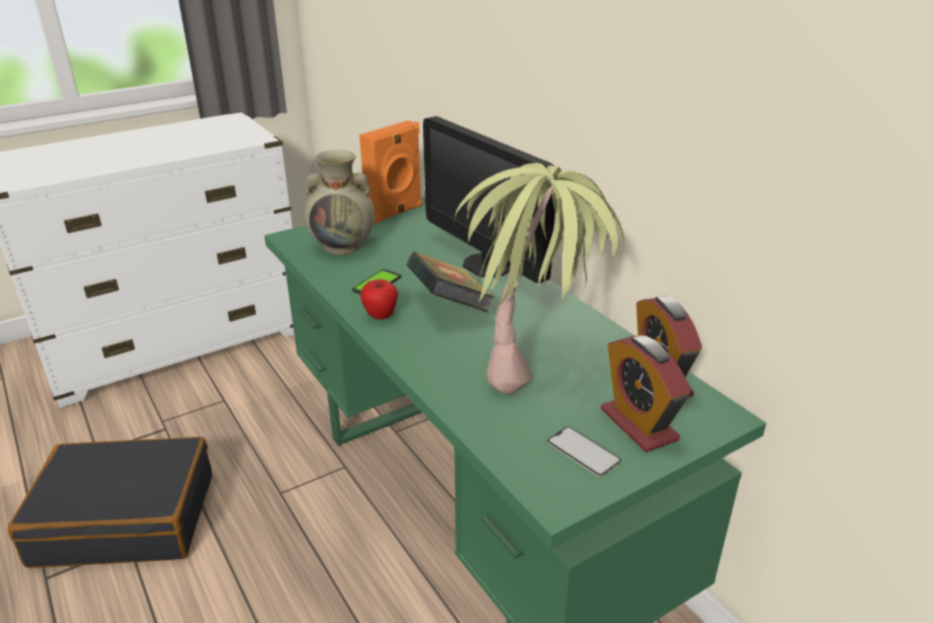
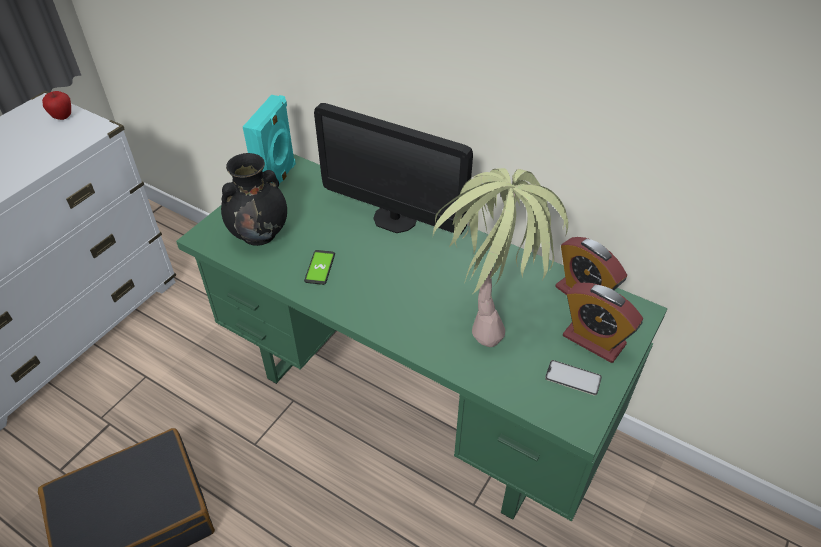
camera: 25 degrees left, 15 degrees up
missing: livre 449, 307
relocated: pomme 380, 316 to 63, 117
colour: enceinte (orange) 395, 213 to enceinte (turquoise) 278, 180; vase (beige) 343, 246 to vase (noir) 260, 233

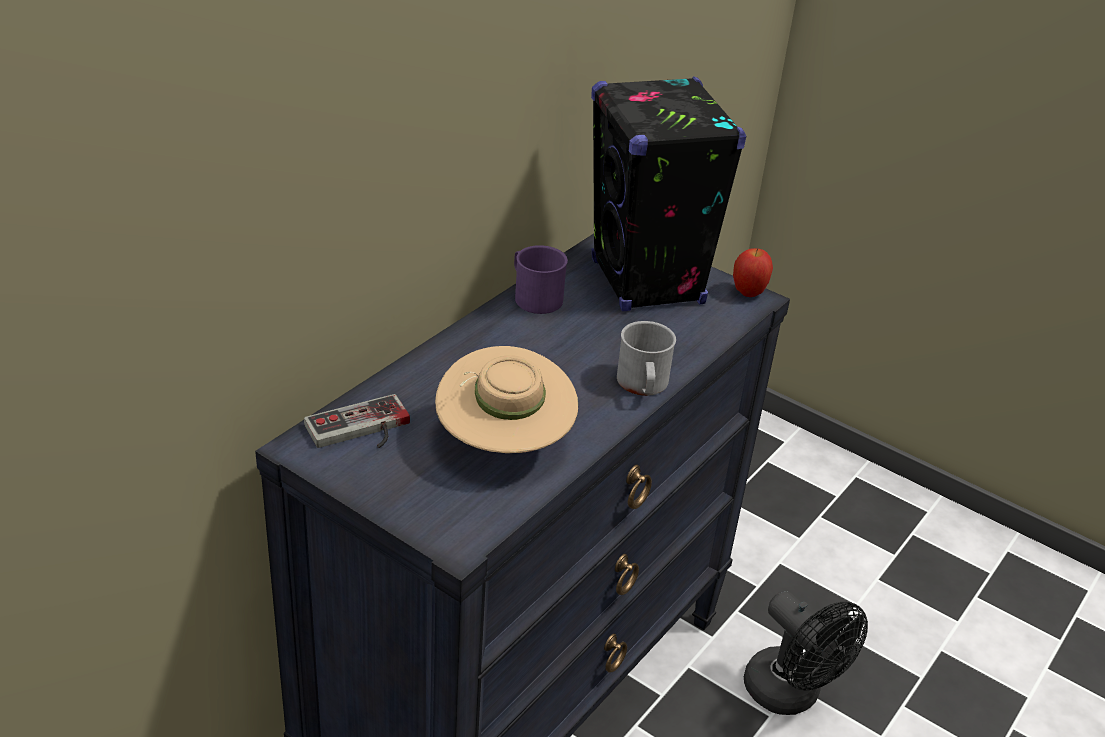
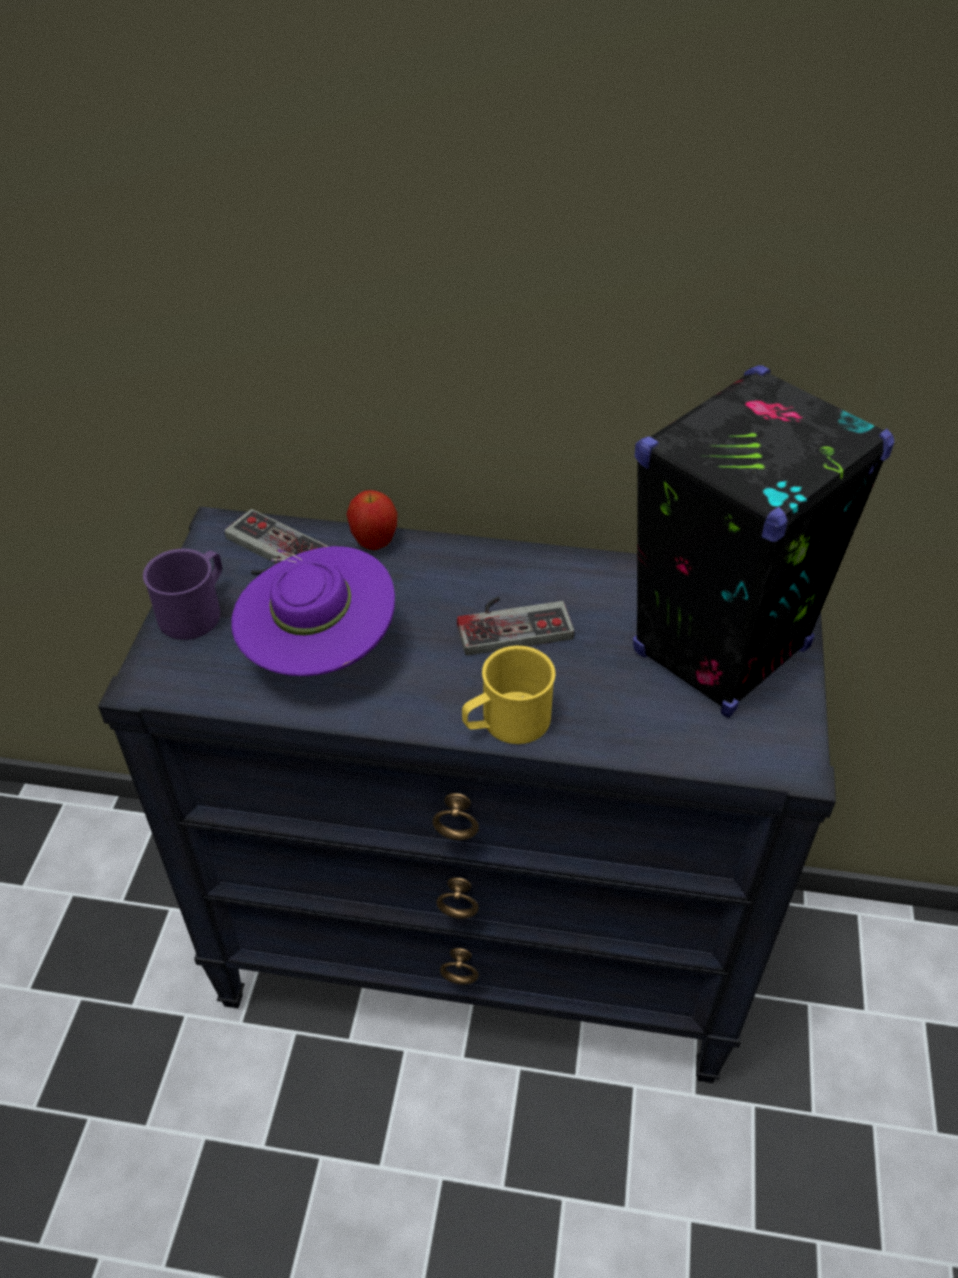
camera: 65 degrees right, 10 degrees up
missing: ventilateur (noir) 791, 695
appeared: manette 512, 622
relocated: mug (violet) 534, 296 to 196, 610; pomme 748, 293 to 374, 543
colour: mug (gris) 643, 386 to mug (jaune) 506, 723; chapeau (beige) 504, 443 to chapeau (violet) 319, 653

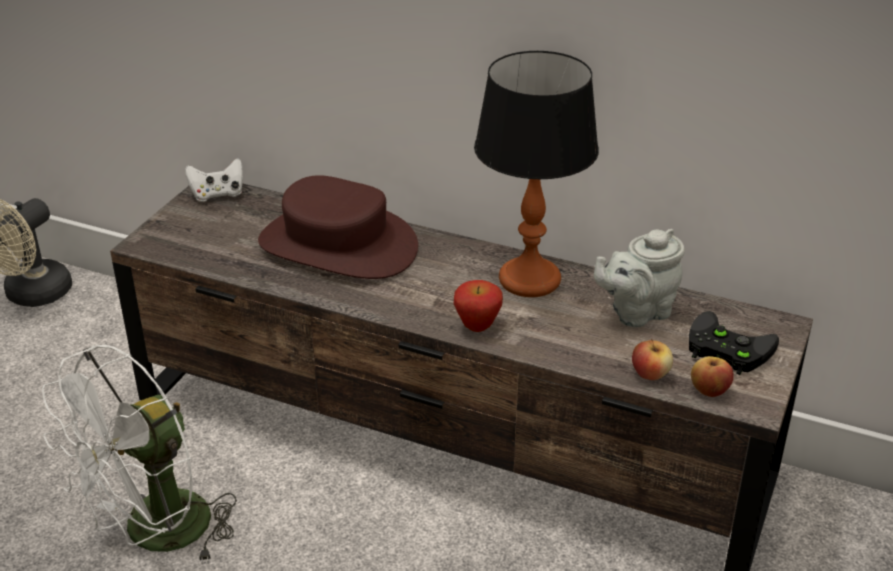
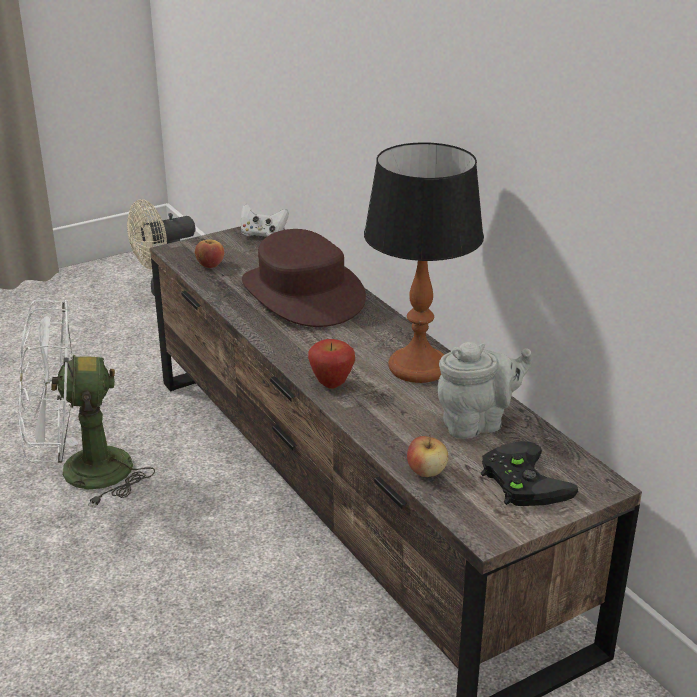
camera: 35 degrees right, 5 degrees down
relocated: pomme 709, 390 to 210, 265
spun: théière (gris) 636, 312 = 477, 423 150 degrees clockwise

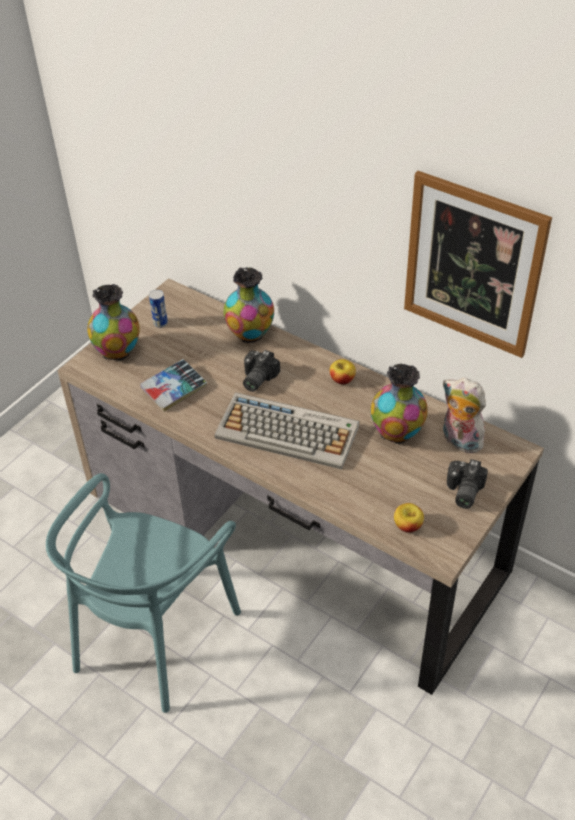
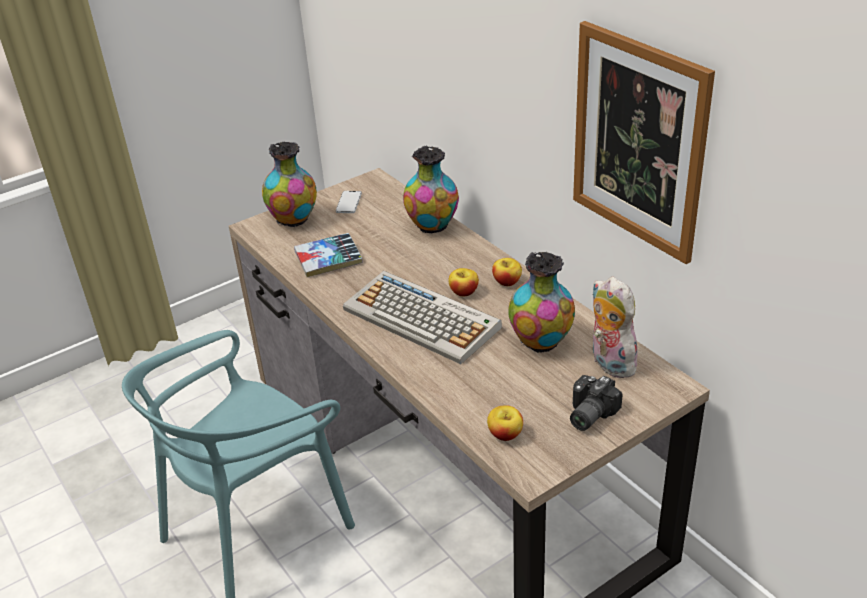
camera: 20 degrees right, 10 degrees down
missing: appareil photo 256, 378
appeared: pomme 464, 292
exchanged: boîte métallique 160, 323 to téléphone 349, 203

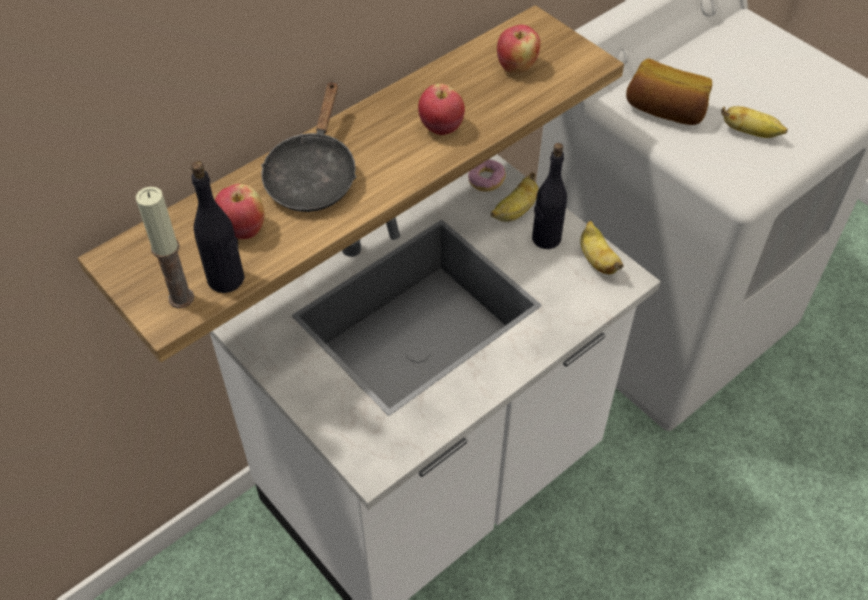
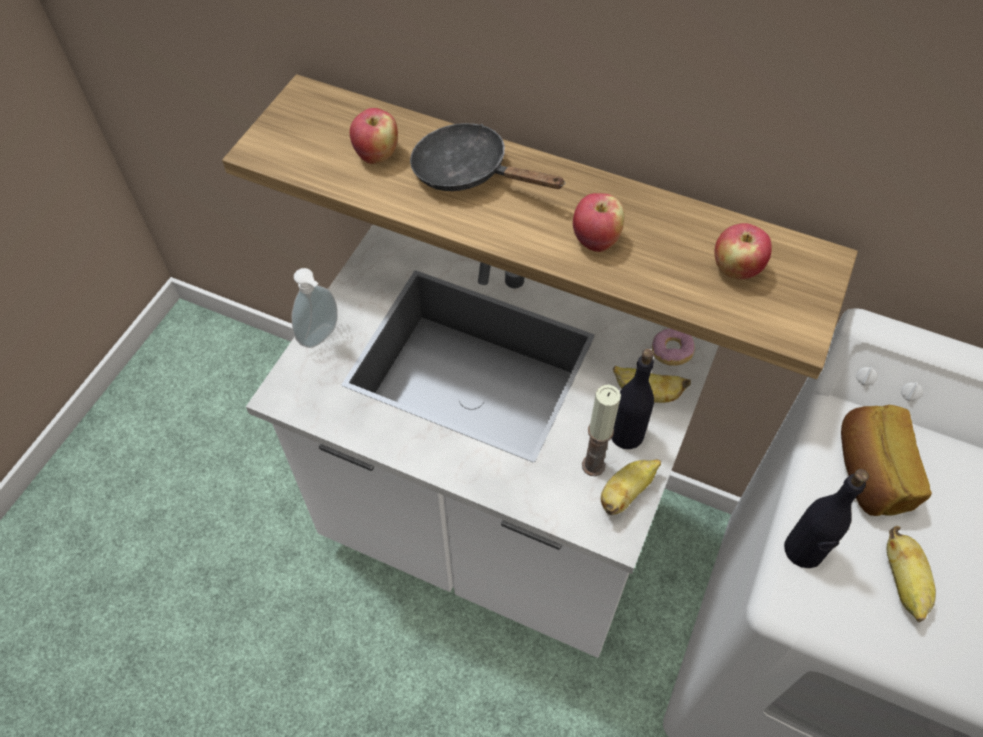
camera: 65 degrees right, 5 degrees up
appeared: distributeur de savon 322, 337
relocated: bouteille (noir) 226, 279 to 803, 550; bougie 181, 298 to 593, 465
spun: poêle (noir) 313, 175 = 468, 172 45 degrees clockwise

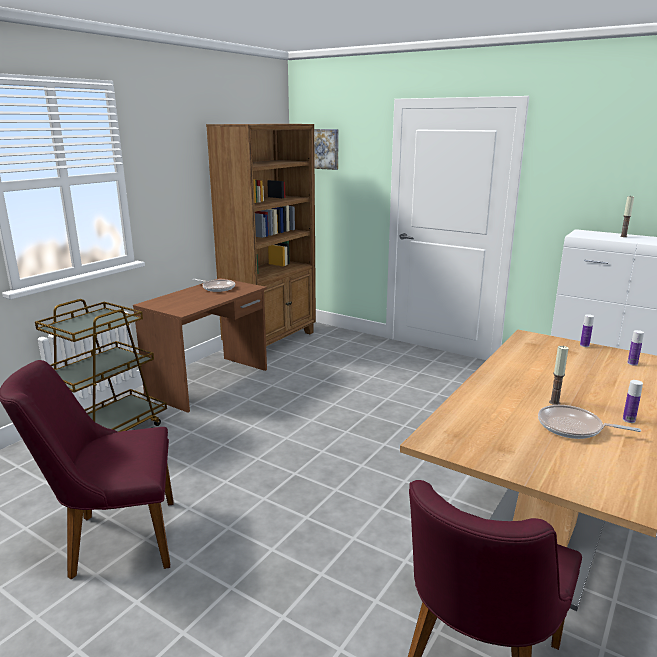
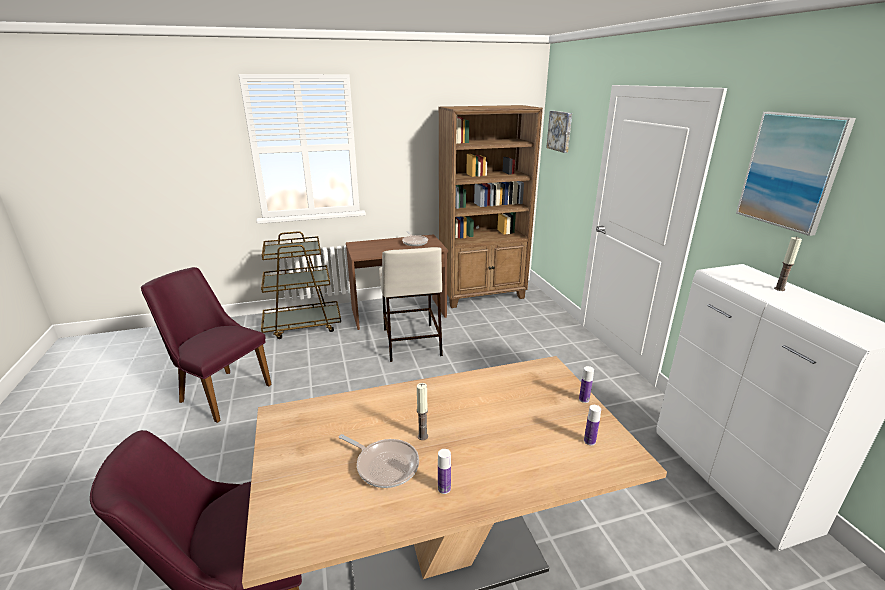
camera: 40 degrees right, 5 degrees up
appeared: tableau 791, 171; tabouret (beige) 411, 341
spun: poêle 573, 427 = 385, 465 150 degrees clockwise

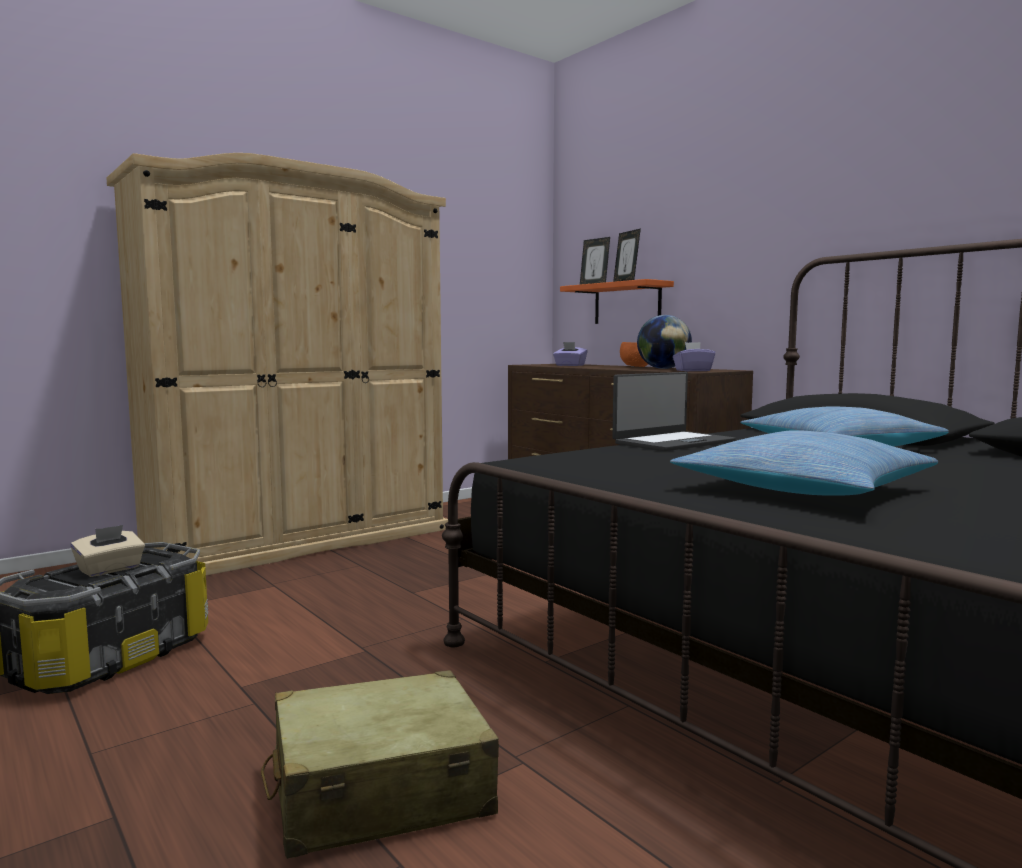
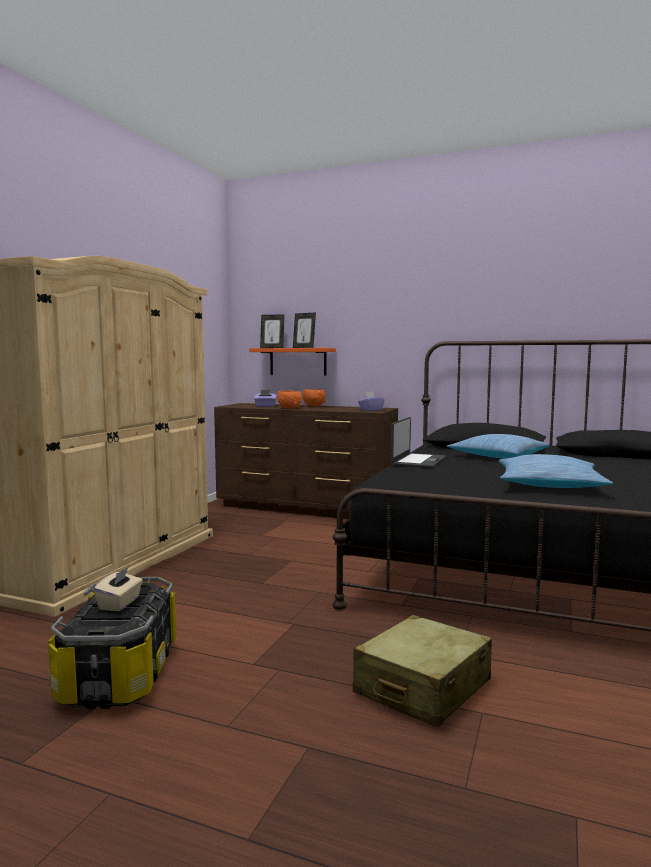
camera: 30 degrees left, 0 degrees up
missing: globe 663, 368
appeared: bol (orange) 290, 408

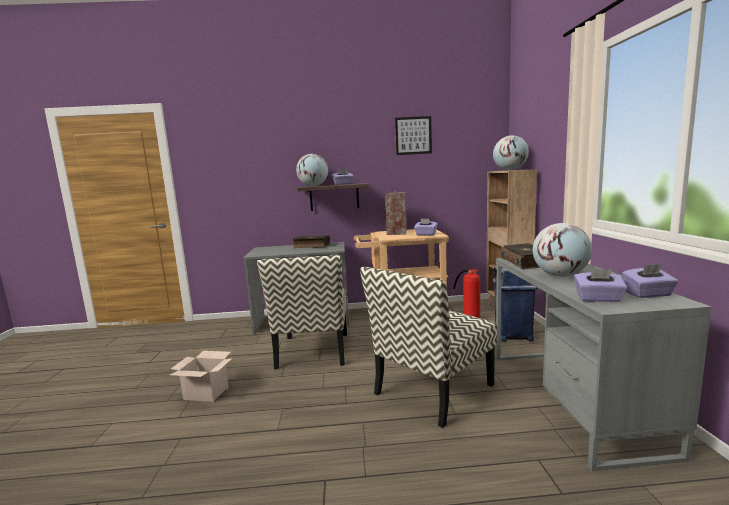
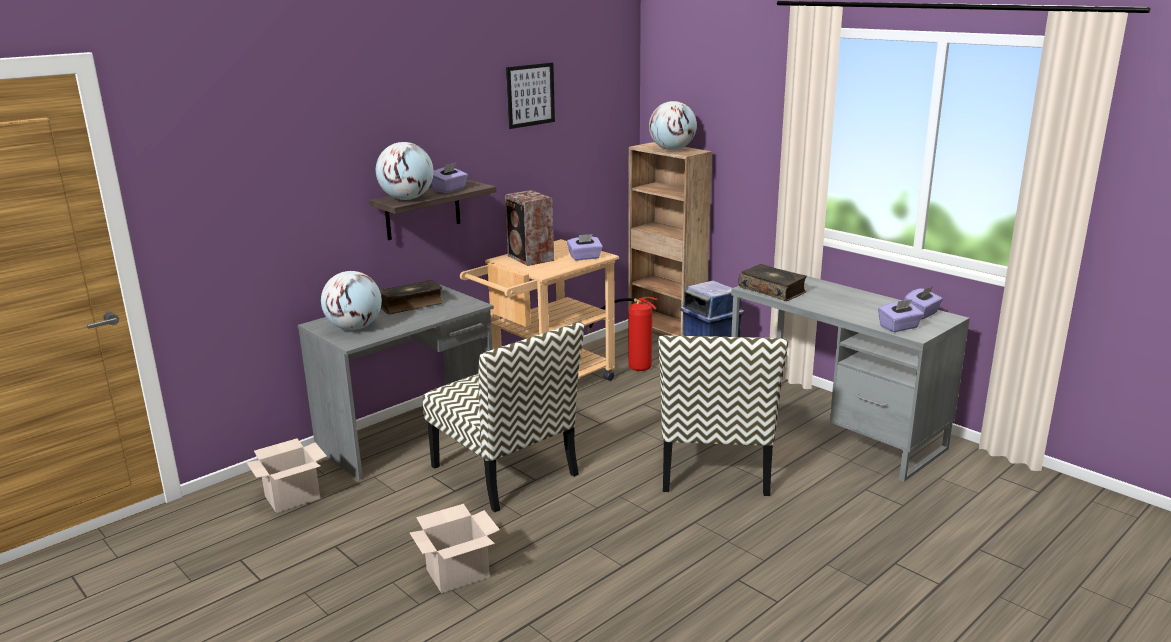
camera: 40 degrees left, 10 degrees up
appeared: carton 293, 496
relocated: globe 560, 275 to 354, 328

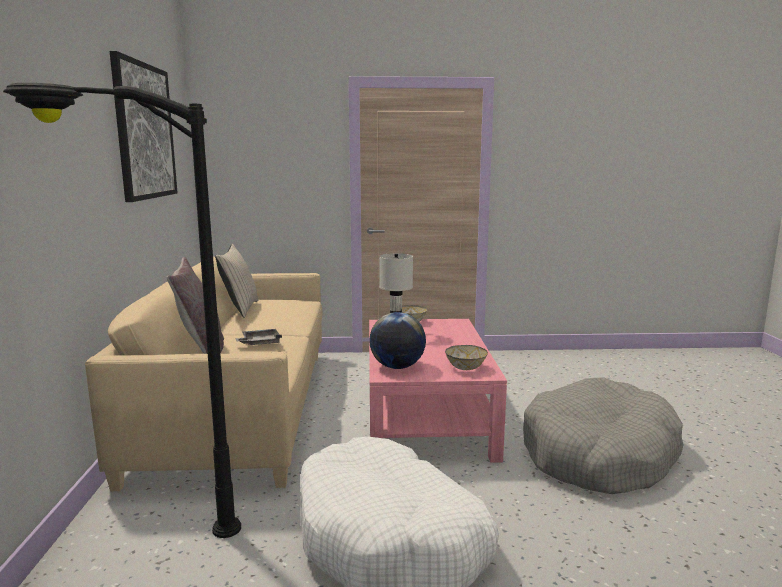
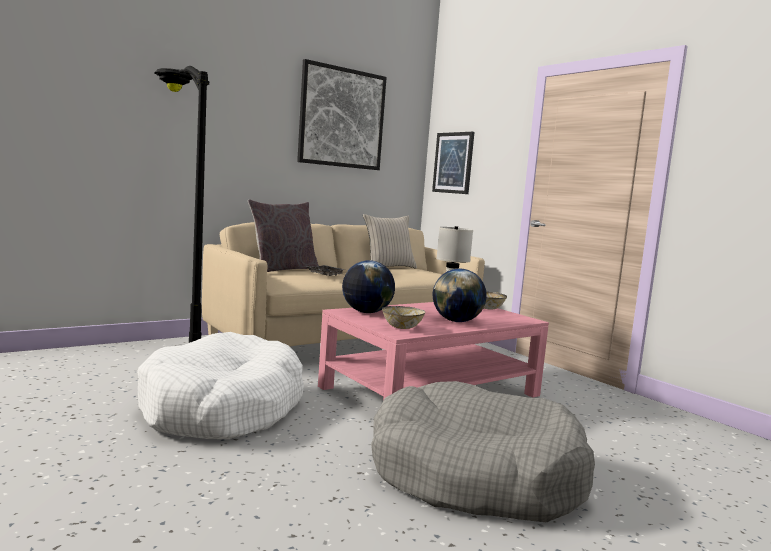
camera: 55 degrees right, 5 degrees down
appeared: tableau 453, 163; globe 457, 321

